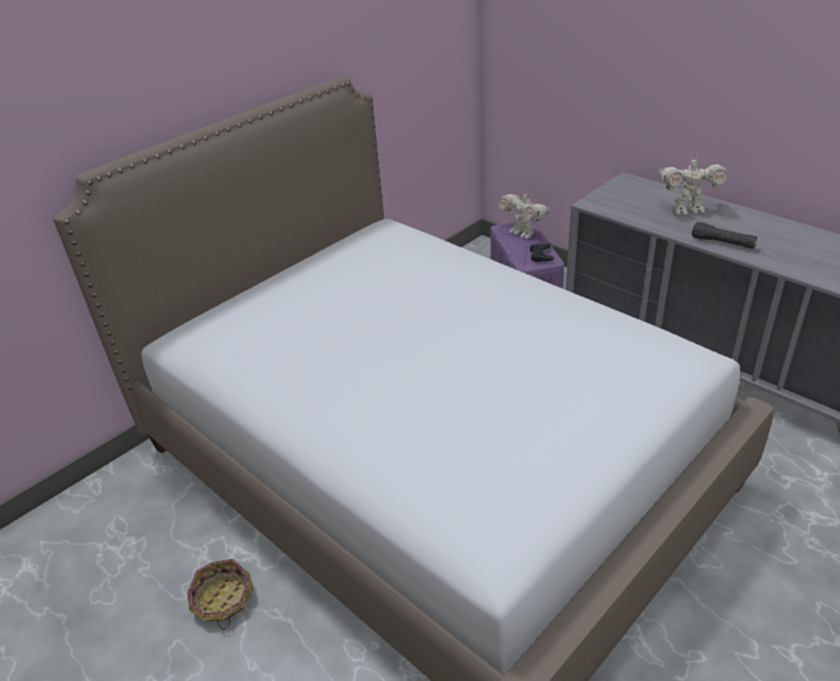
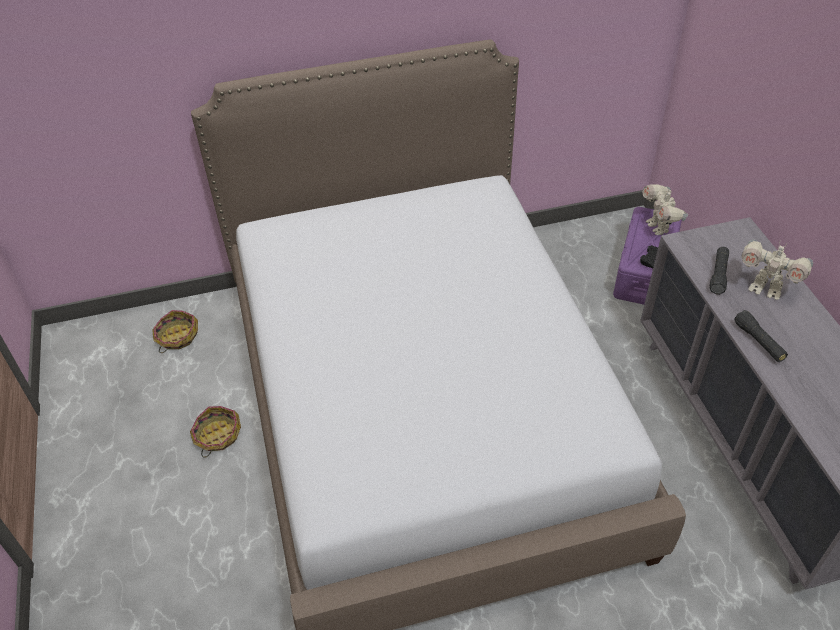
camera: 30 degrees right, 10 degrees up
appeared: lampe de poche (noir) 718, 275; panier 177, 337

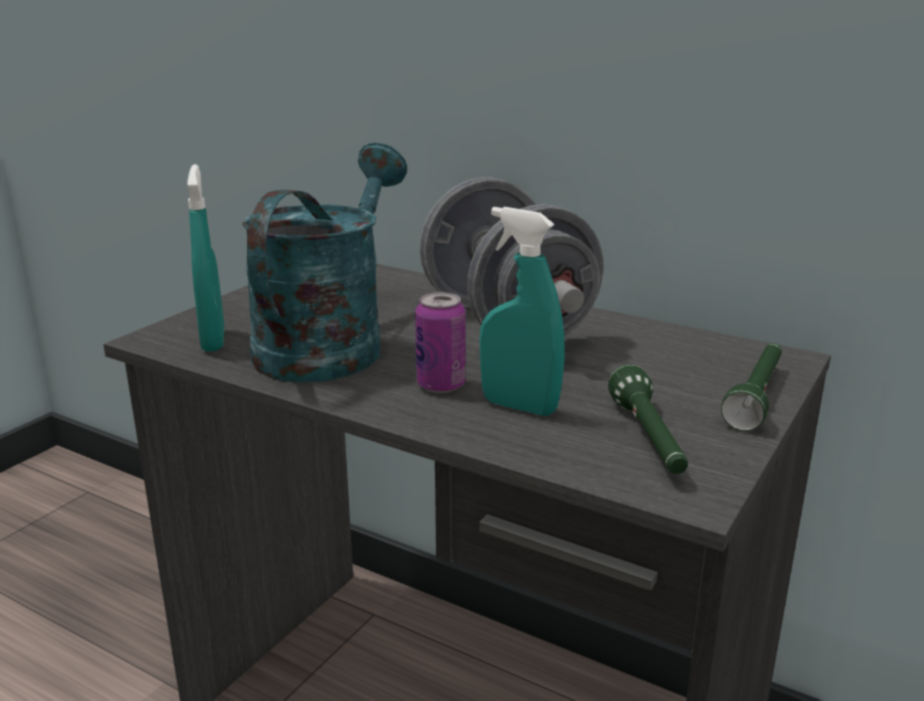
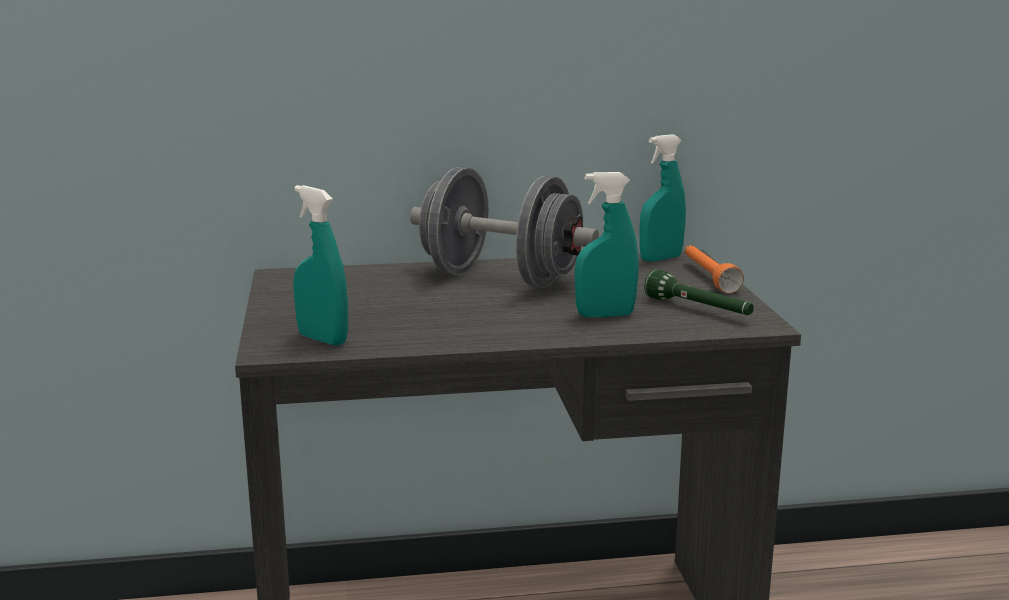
camera: 40 degrees left, 5 degrees down
missing: arrosoir (turquoise) 329, 342; boîte métallique 441, 385
appeared: vaporisateur (turquoise) 660, 258
colour: lampe de poche (vert) 756, 397 to lampe de poche (orange) 708, 277

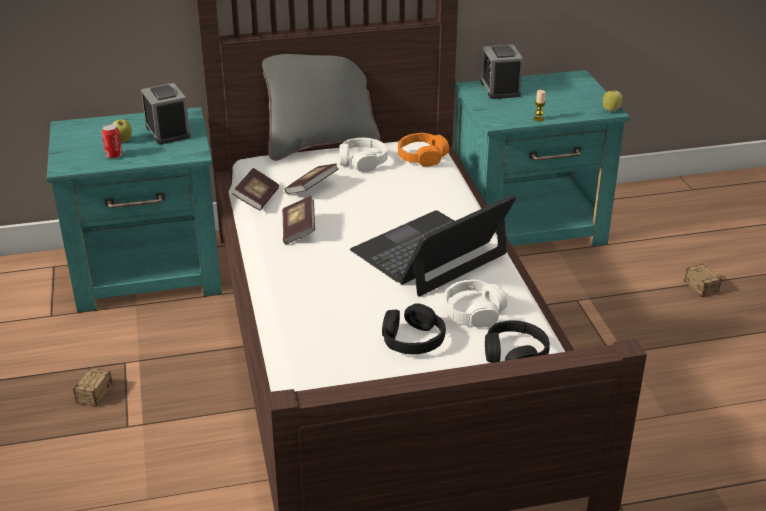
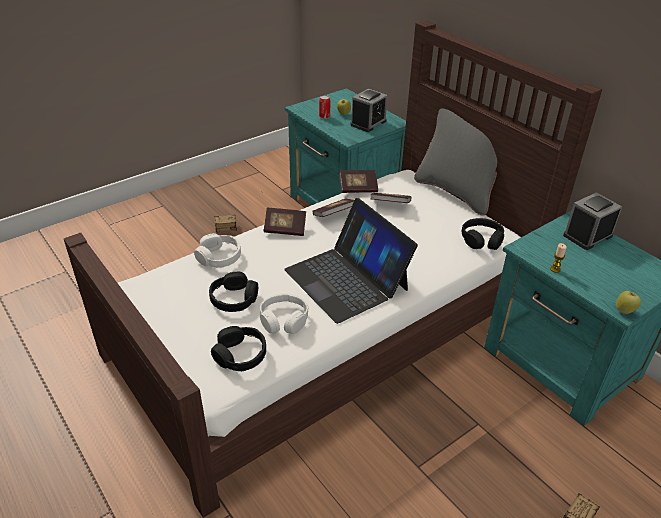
camera: 65 degrees right, 5 degrees up
appeared: livre 285, 229
relocated: casque audio (blanc) 362, 161 to 219, 257
colour: casque audio (orange) 422, 156 to casque audio (noir) 481, 240
spun: ordinateur portable 430, 253 = 347, 279 150 degrees counterclockwise

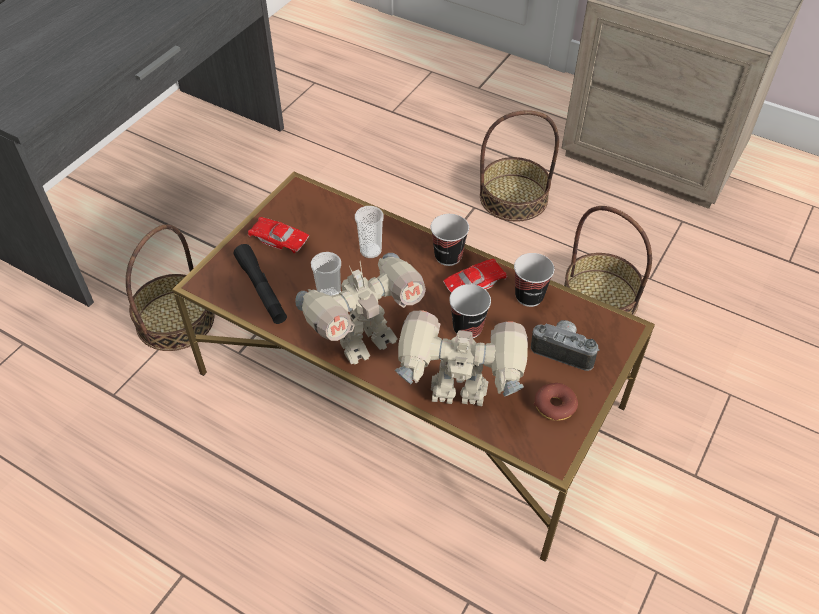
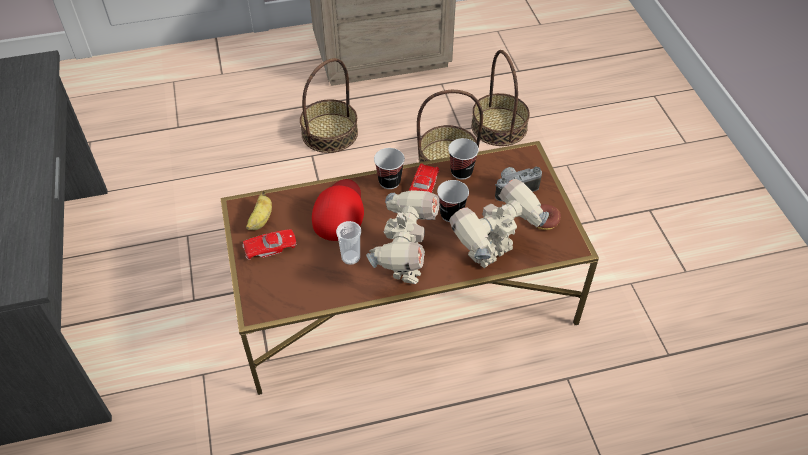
camera: 45 degrees left, 0 degrees up
missing: lampe de poche (noir) 261, 289
appeared: banane 261, 220
relocated: panier 175, 320 to 499, 126
exchanged: tasse 370, 251 to casquette (rouge) 339, 211

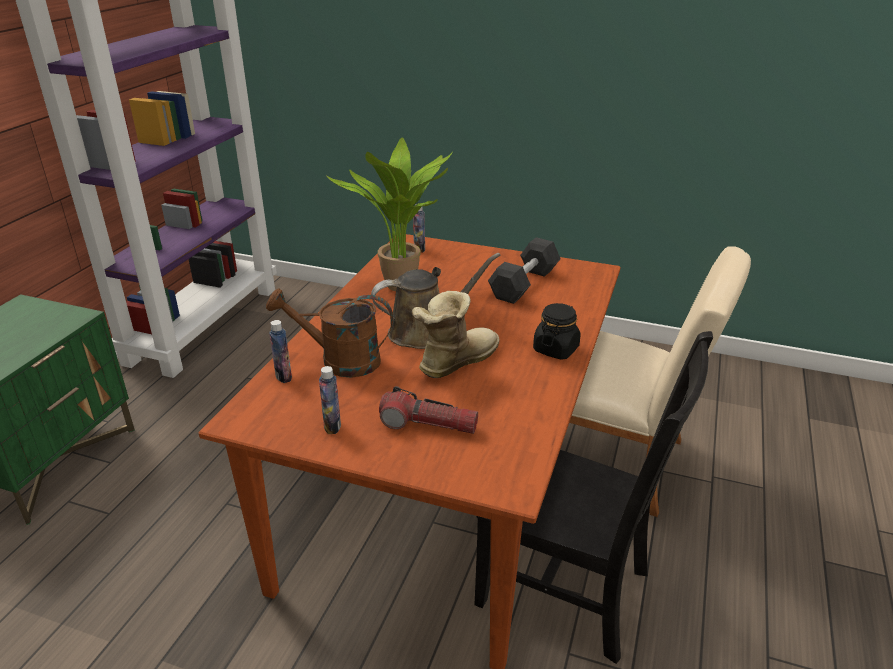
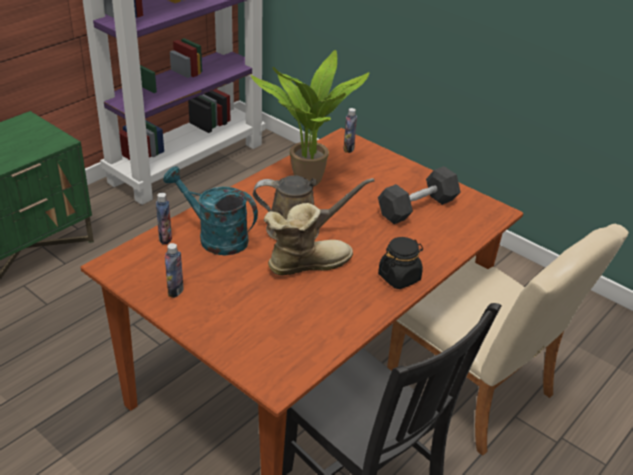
camera: 20 degrees right, 5 degrees up
missing: lampe de poche 428, 424
colour: arrosoir (marron) 340, 361 to arrosoir (turquoise) 215, 237

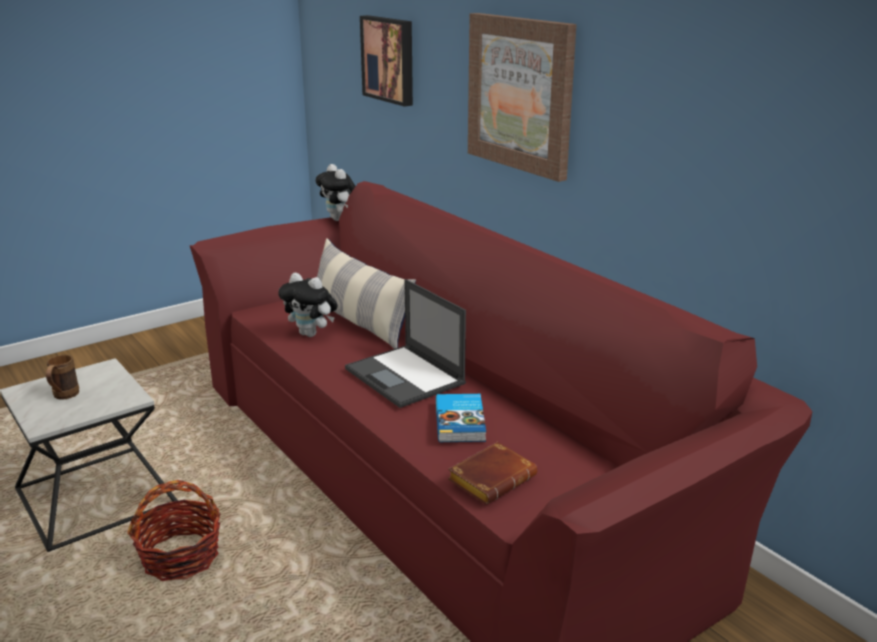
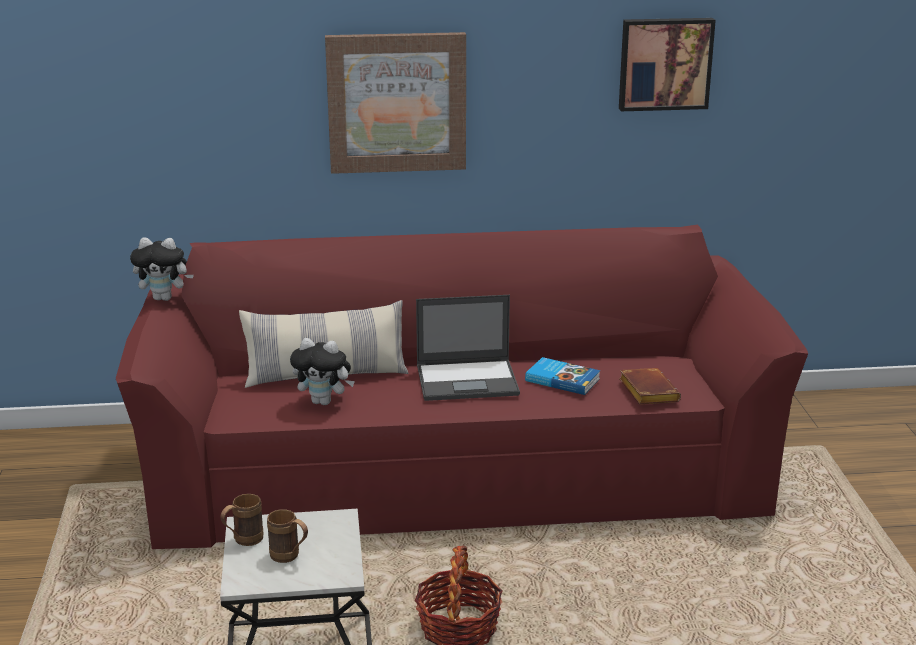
camera: 60 degrees left, 0 degrees up
appeared: mug (marron) 243, 541
relocated: tableau 390, 59 to 664, 63
spun: peluche 311, 334 = 324, 402 45 degrees clockwise

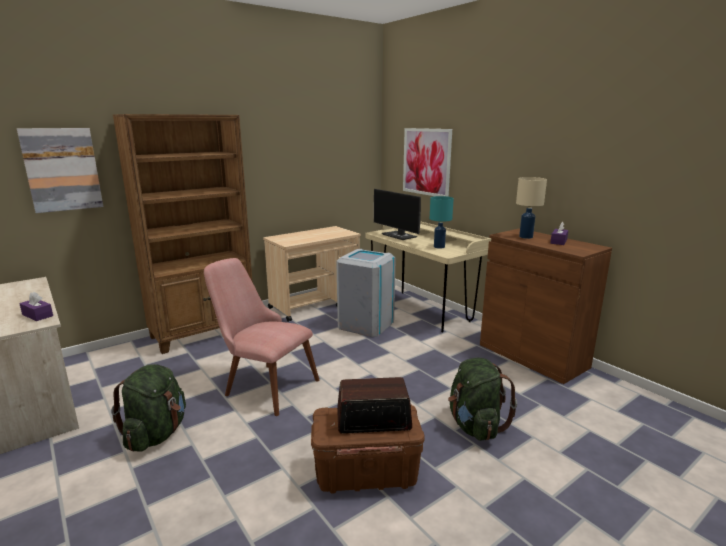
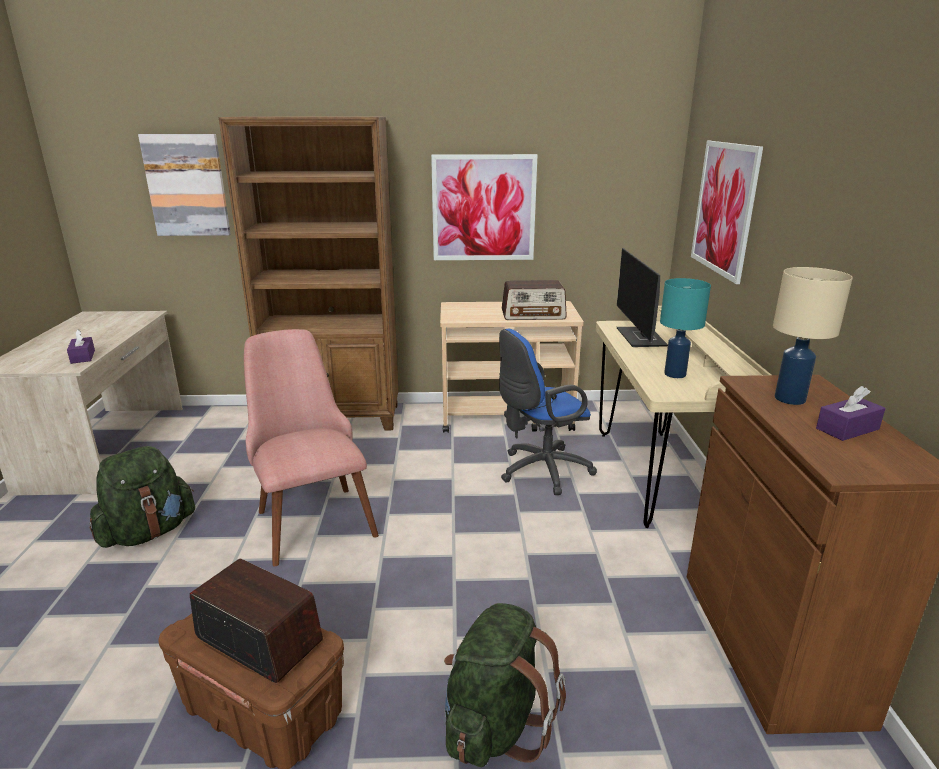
camera: 35 degrees right, 5 degrees up
appeared: tableau 483, 208; radio 533, 315
exchanged: poubelle (gris) 365, 324 to chaise de bureau (bleu) 540, 471

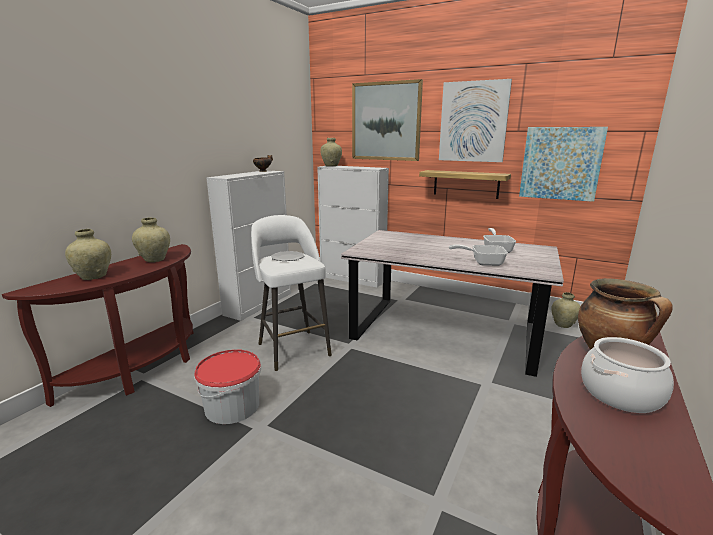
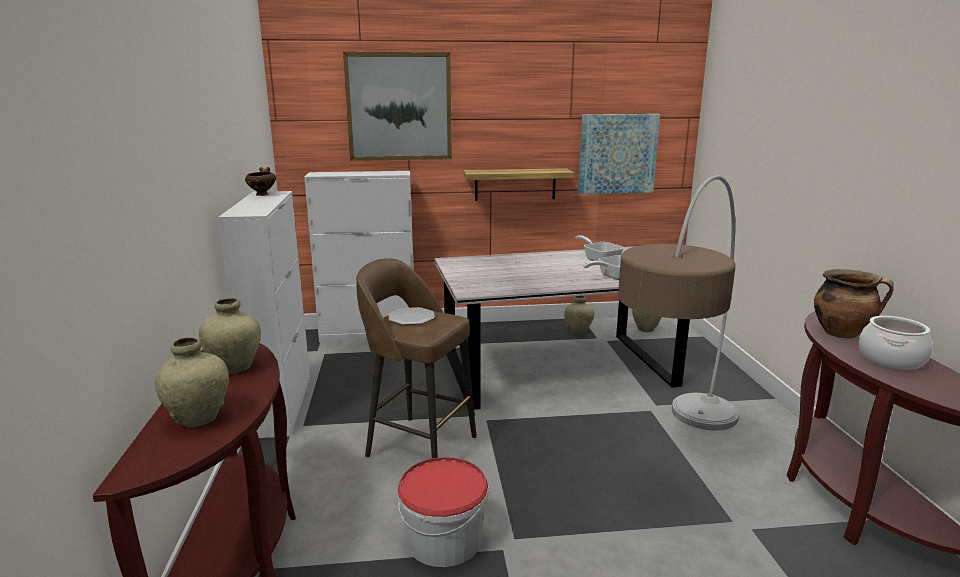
camera: 35 degrees left, 0 degrees up
missing: tableau 473, 122
appeared: lampadaire 676, 454
relocated: vase (beige) 331, 166 to 578, 331
colour: tabouret (blanc) 293, 348 to tabouret (marron) 419, 445

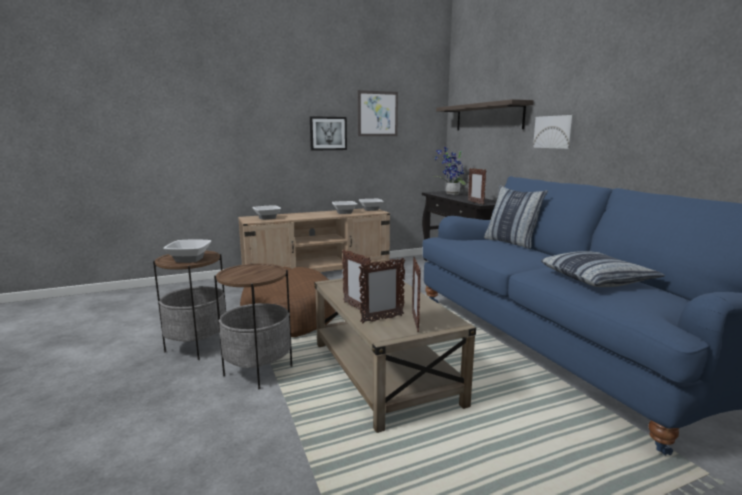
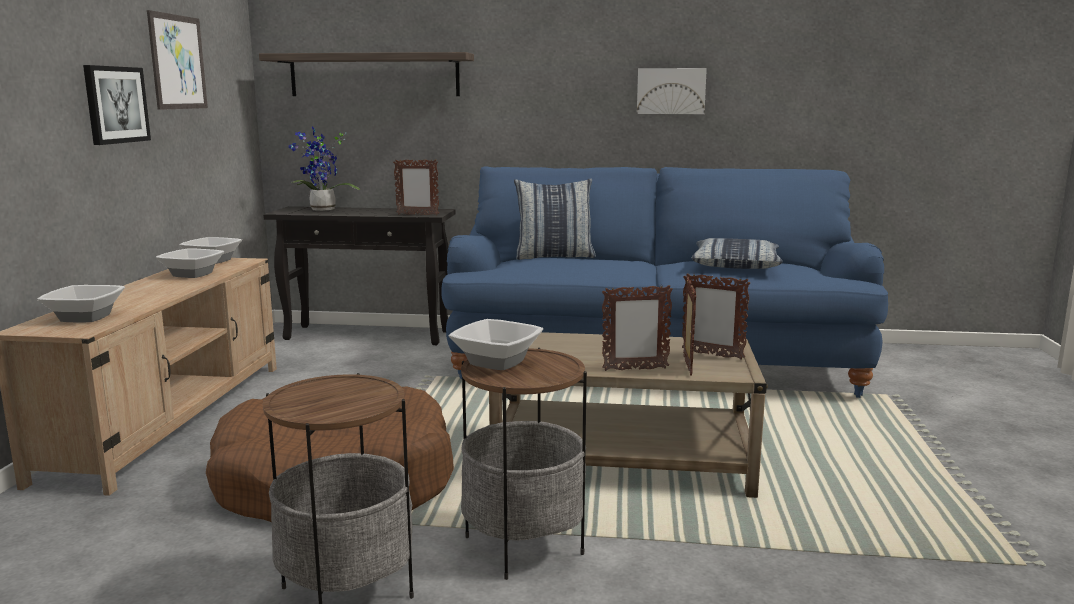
camera: 60 degrees left, 0 degrees up
relocated: tableau 554, 132 to 671, 91; bol 188, 259 to 496, 362

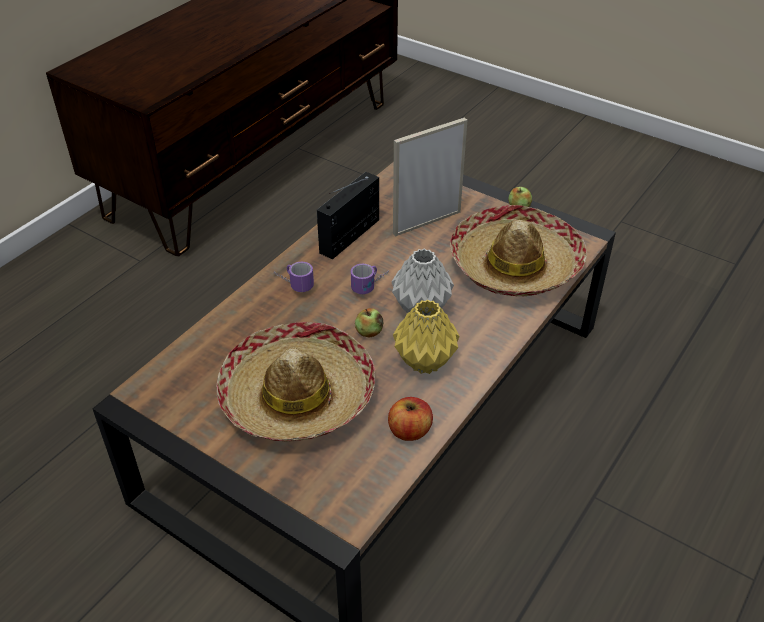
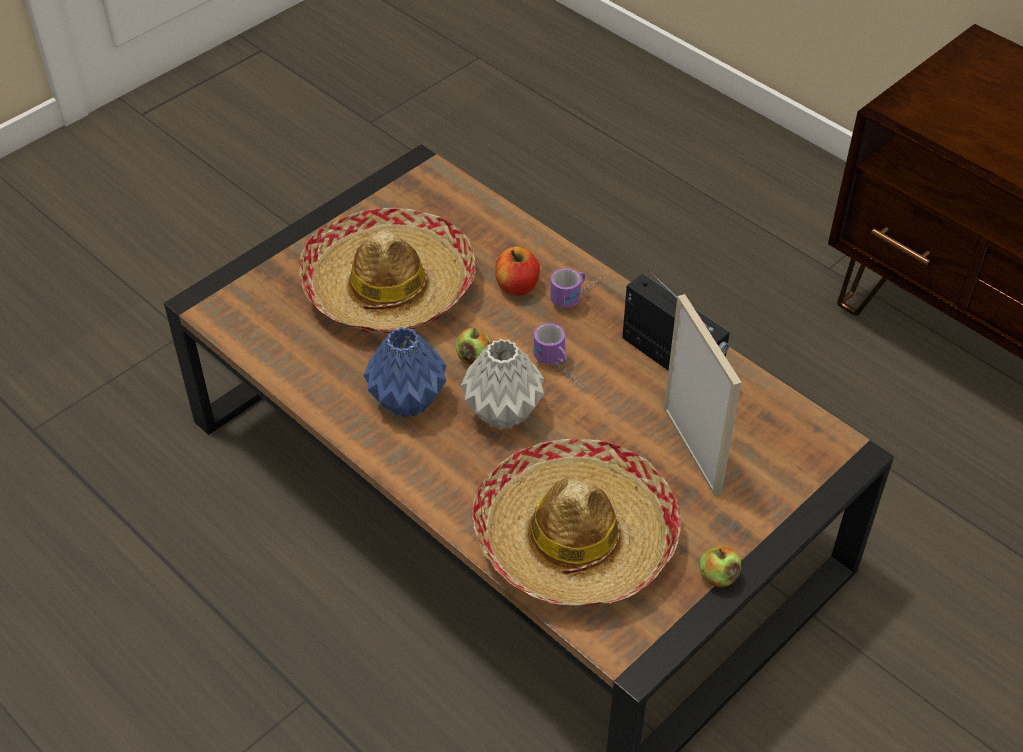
camera: 100 degrees right, 5 degrees up
relocated: pomme 409, 431 to 517, 286
colour: vase (jaune) 426, 362 to vase (bleu) 407, 403

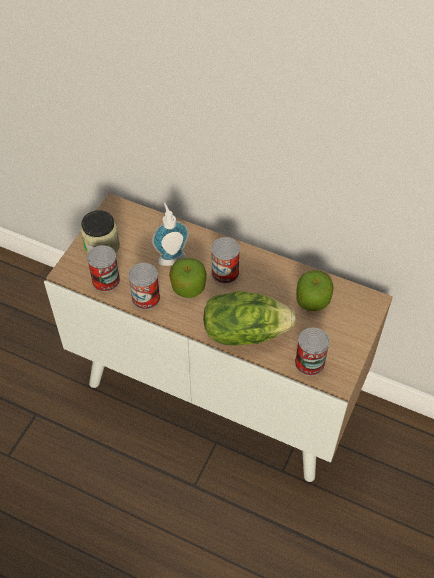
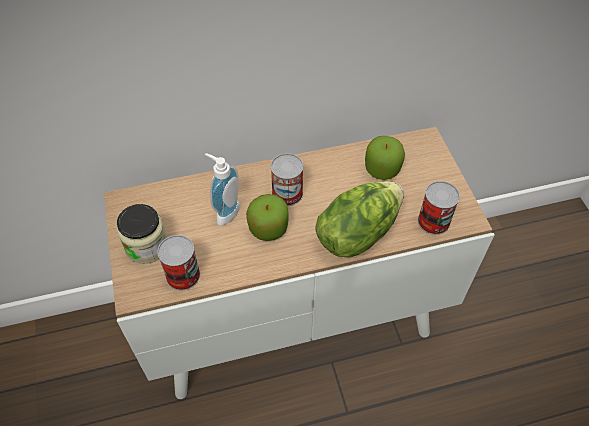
camera: 40 degrees left, 0 degrees up
missing: boîte métallique 145, 298

